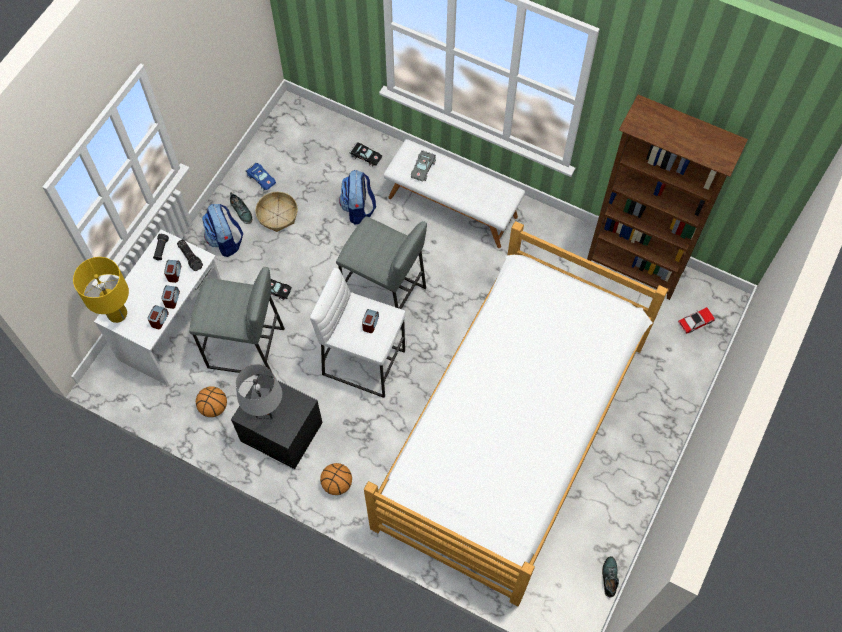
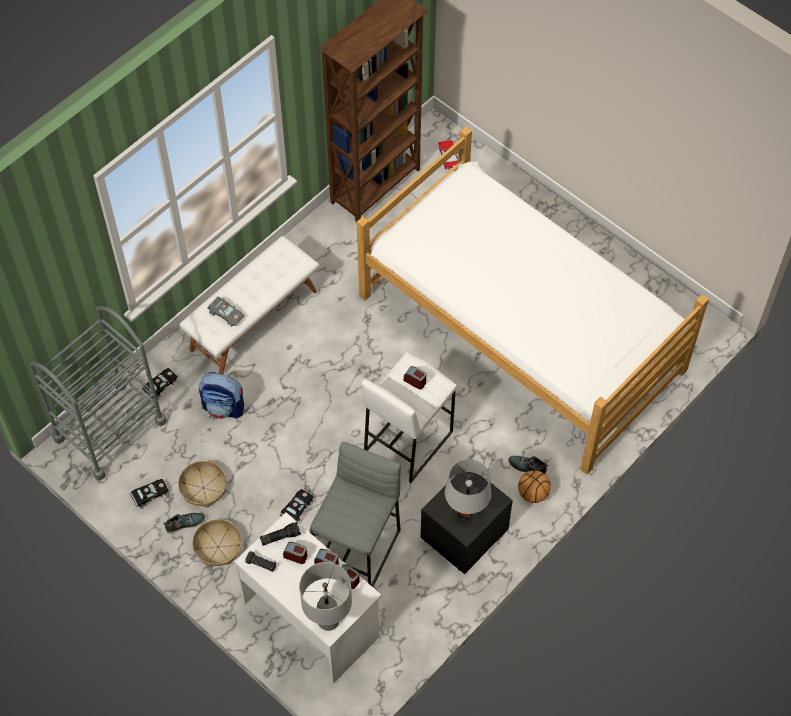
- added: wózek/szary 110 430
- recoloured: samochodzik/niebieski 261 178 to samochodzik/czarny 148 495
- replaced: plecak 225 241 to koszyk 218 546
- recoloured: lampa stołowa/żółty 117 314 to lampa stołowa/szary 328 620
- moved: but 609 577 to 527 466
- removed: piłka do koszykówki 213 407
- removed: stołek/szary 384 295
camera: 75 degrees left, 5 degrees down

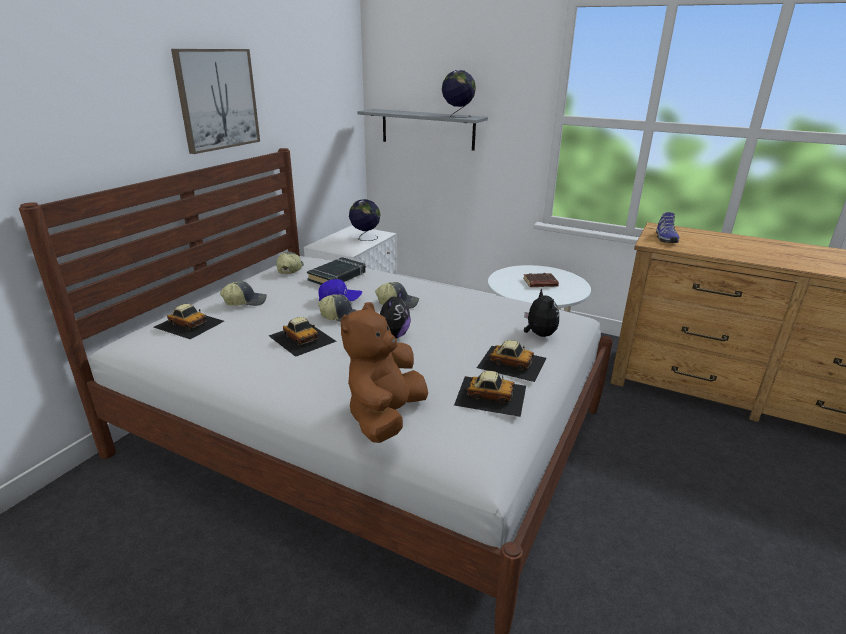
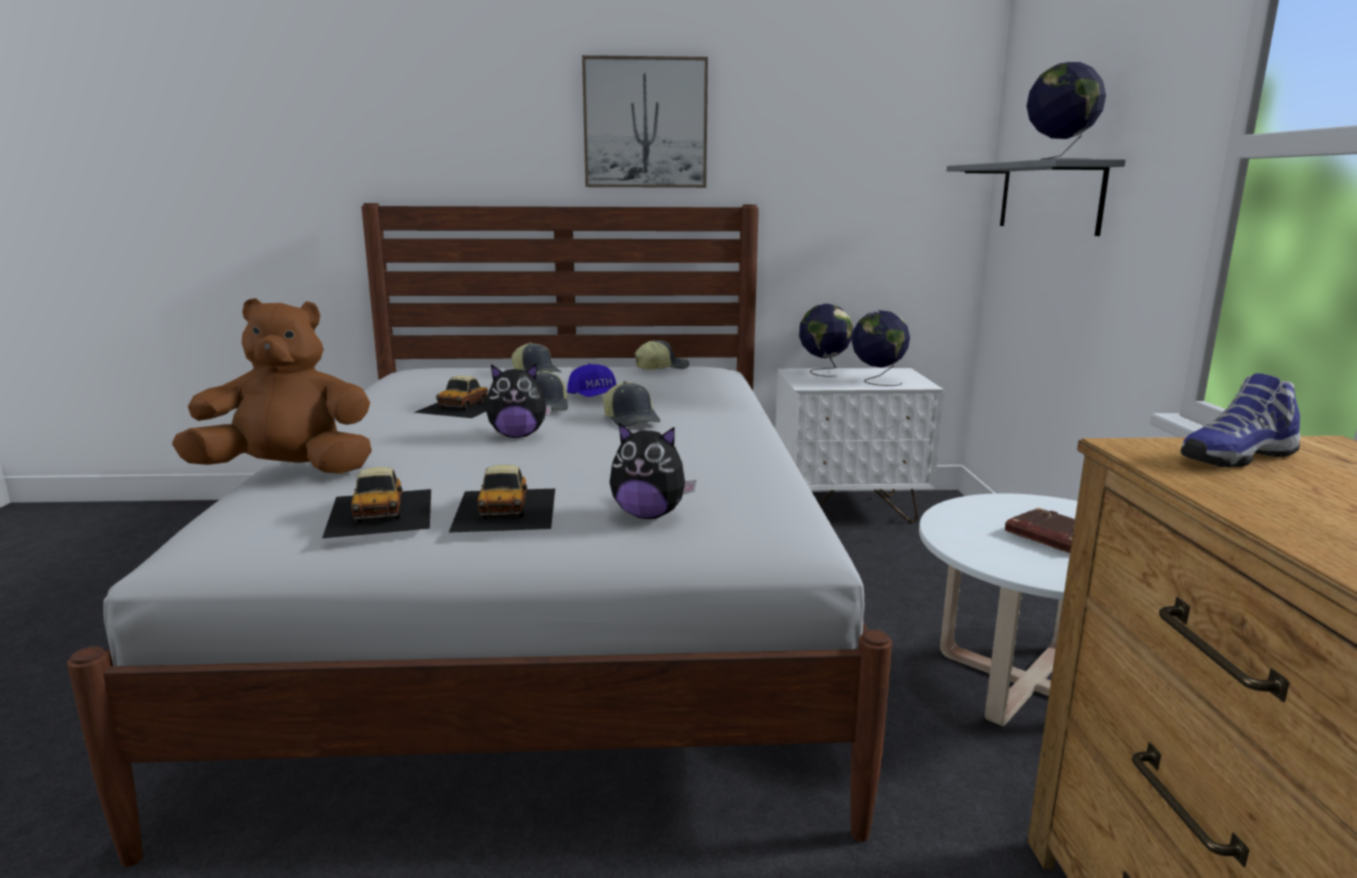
- turned: pluszak 539 335 = 649 515 60 degrees clockwise
- added: globus 823 371
- removed: samochodzik 189 323
- removed: książka/czarny 337 276
camera: 60 degrees right, 10 degrees down

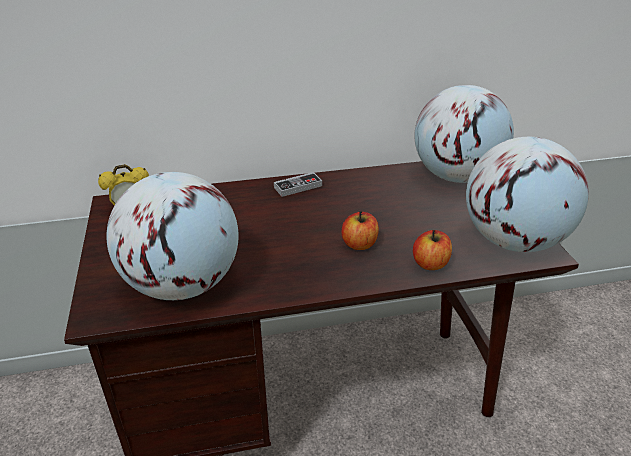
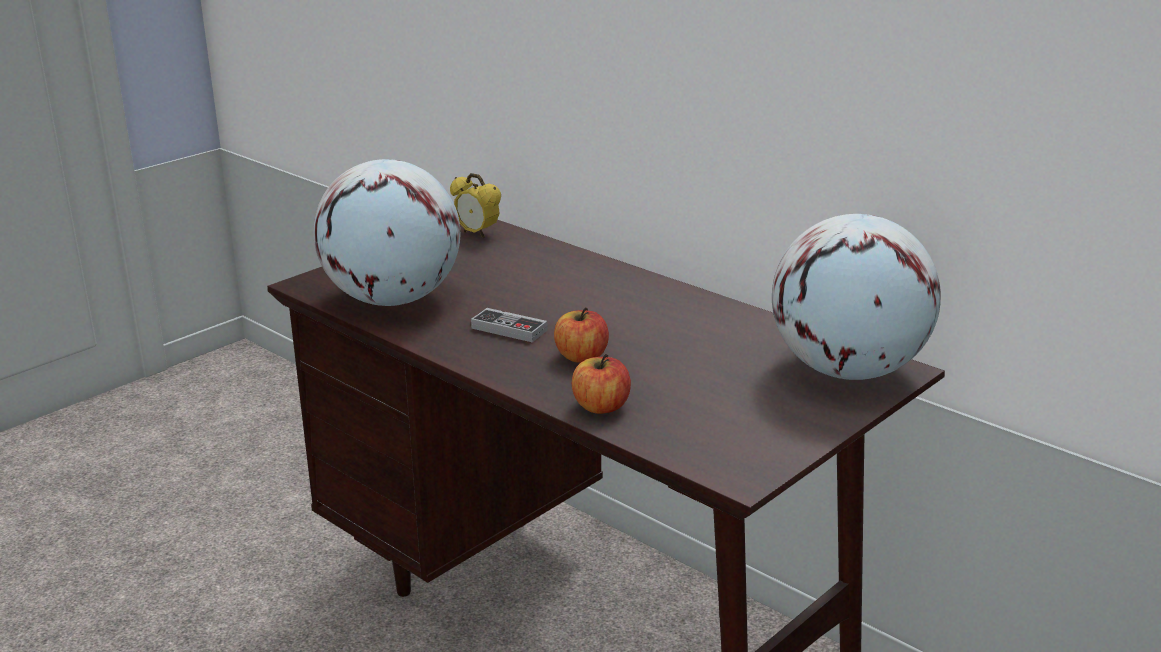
- moved: pad do gier 298 187 to 509 329
- removed: globus 513 240
camera: 55 degrees right, 10 degrees down

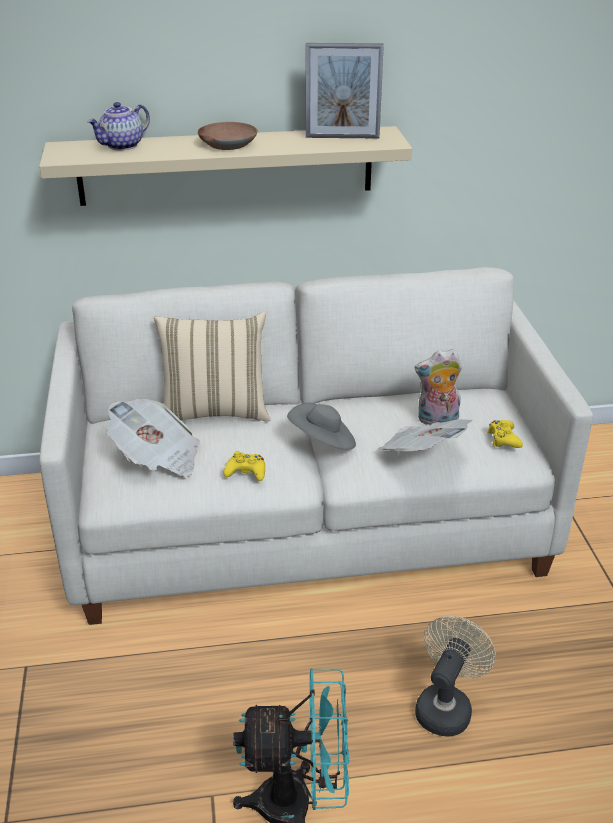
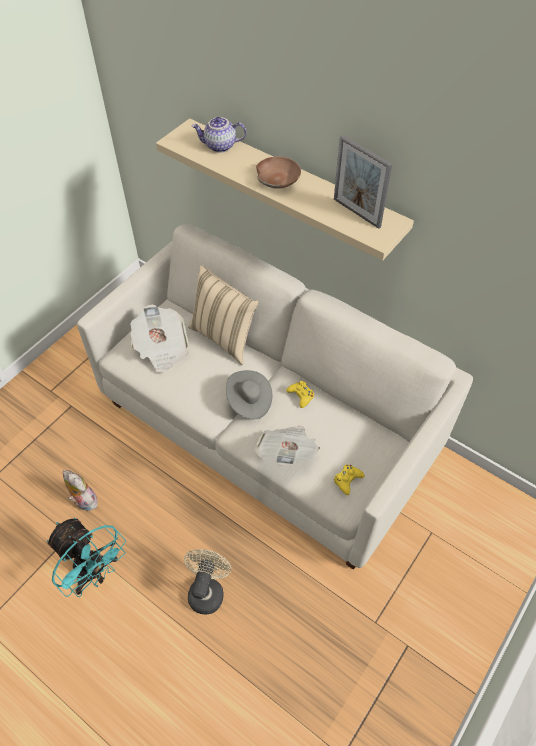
- moved: pluszak 437 420 to 83 501
- turned: wentylator/beżowy 446 706 = 207 590 60 degrees counterclockwise
- moved: pad do gier/żółty 246 472 to 301 395
camera: 45 degrees right, 20 degrees up

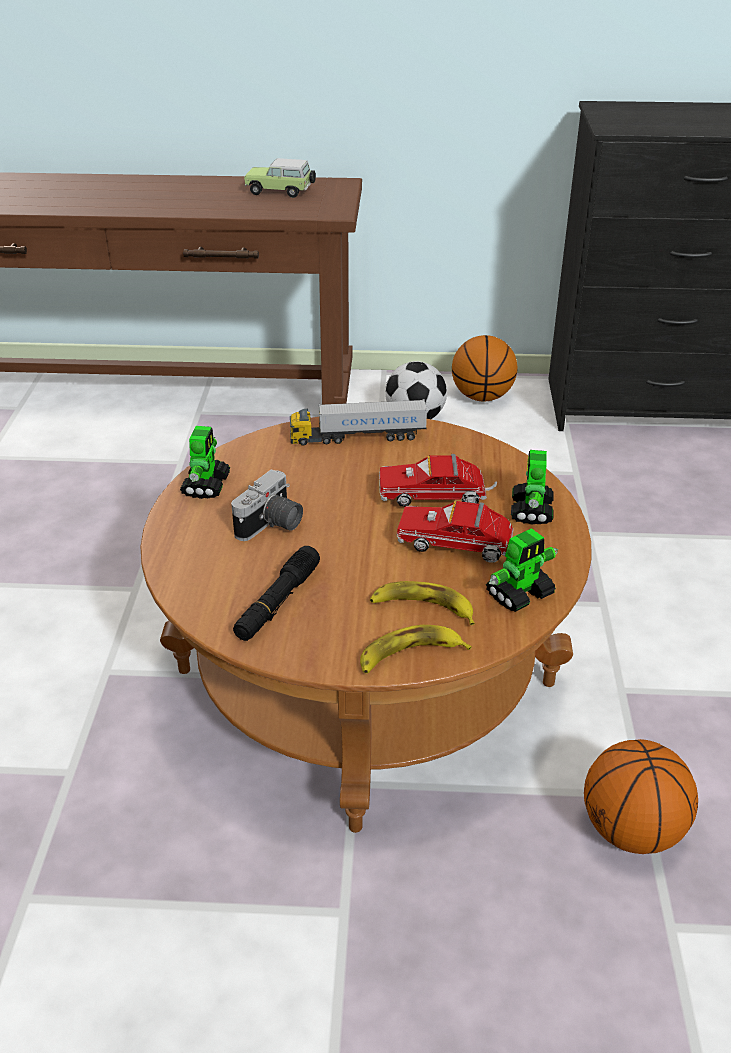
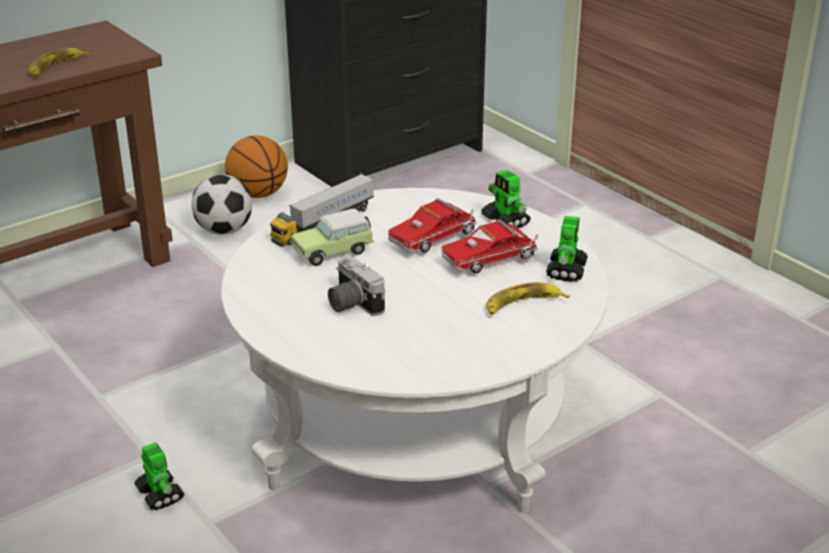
- moved: banan 409 655 to 55 67
- moved: robot zabawkowy 206 485 to 159 494
- recoloured: ława/brązowy 366 678 to ława/biały 415 420
- moved: samochodzik 281 192 to 335 251
- turned: aparat fotograficzny 271 526 = 351 304 150 degrees clockwise
- removed: latarka/czarny 277 602
- removed: piłka do koszykówki 631 831
camera: 40 degrees left, 5 degrees down

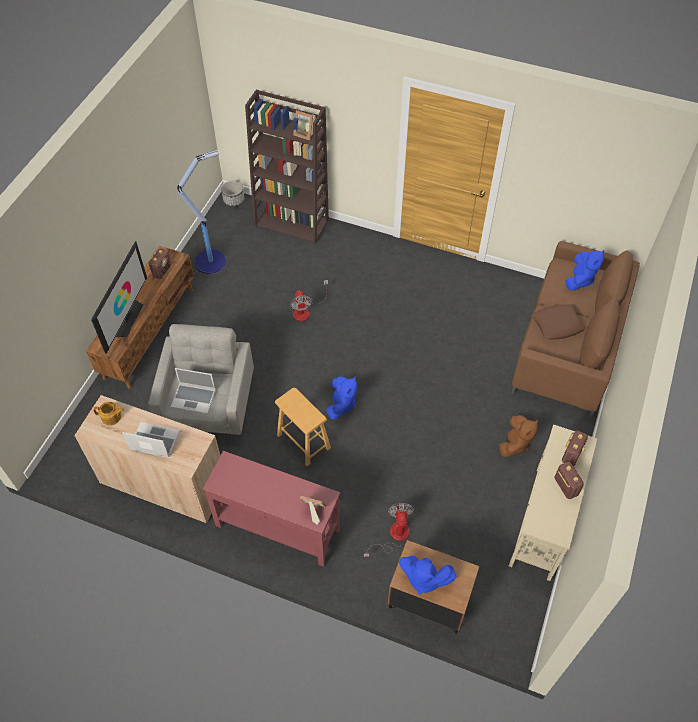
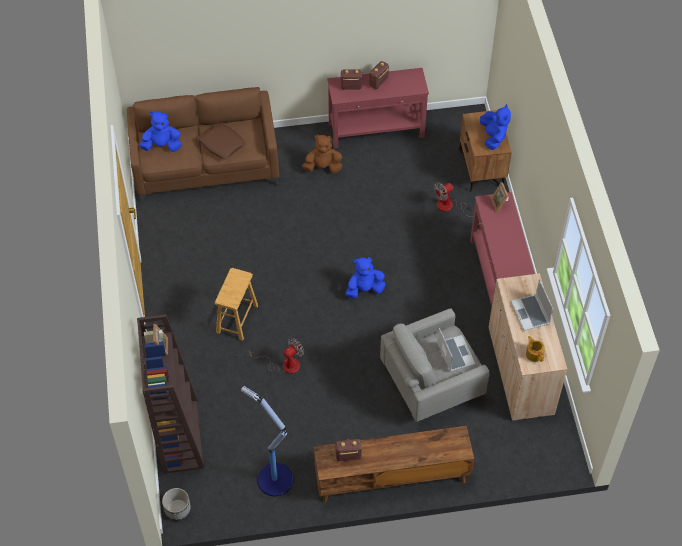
- moved: stołek/brązowy 303 441 to 237 319
- recoloured: stolik konsolowy/beżowy 543 521 to stolik konsolowy/czerwony 376 130
- removed: telewizor 126 318
camera: 120 degrees left, 0 degrees up

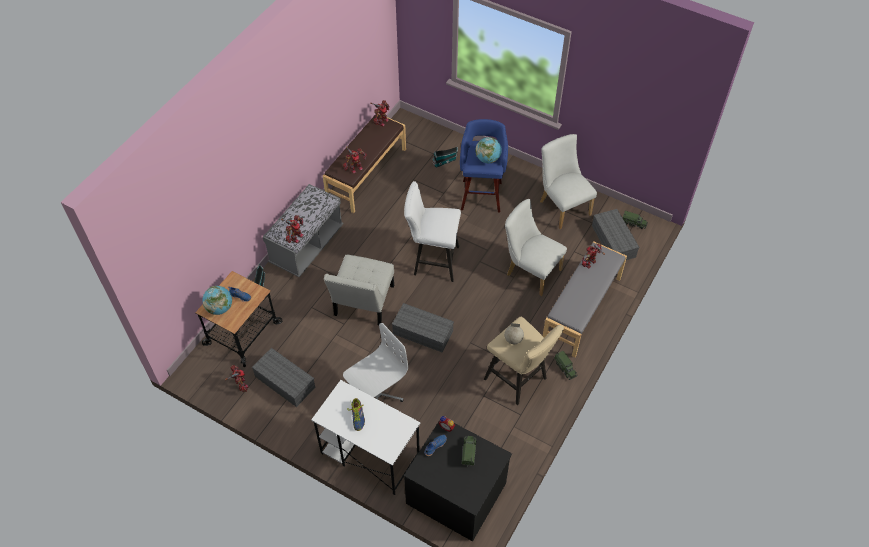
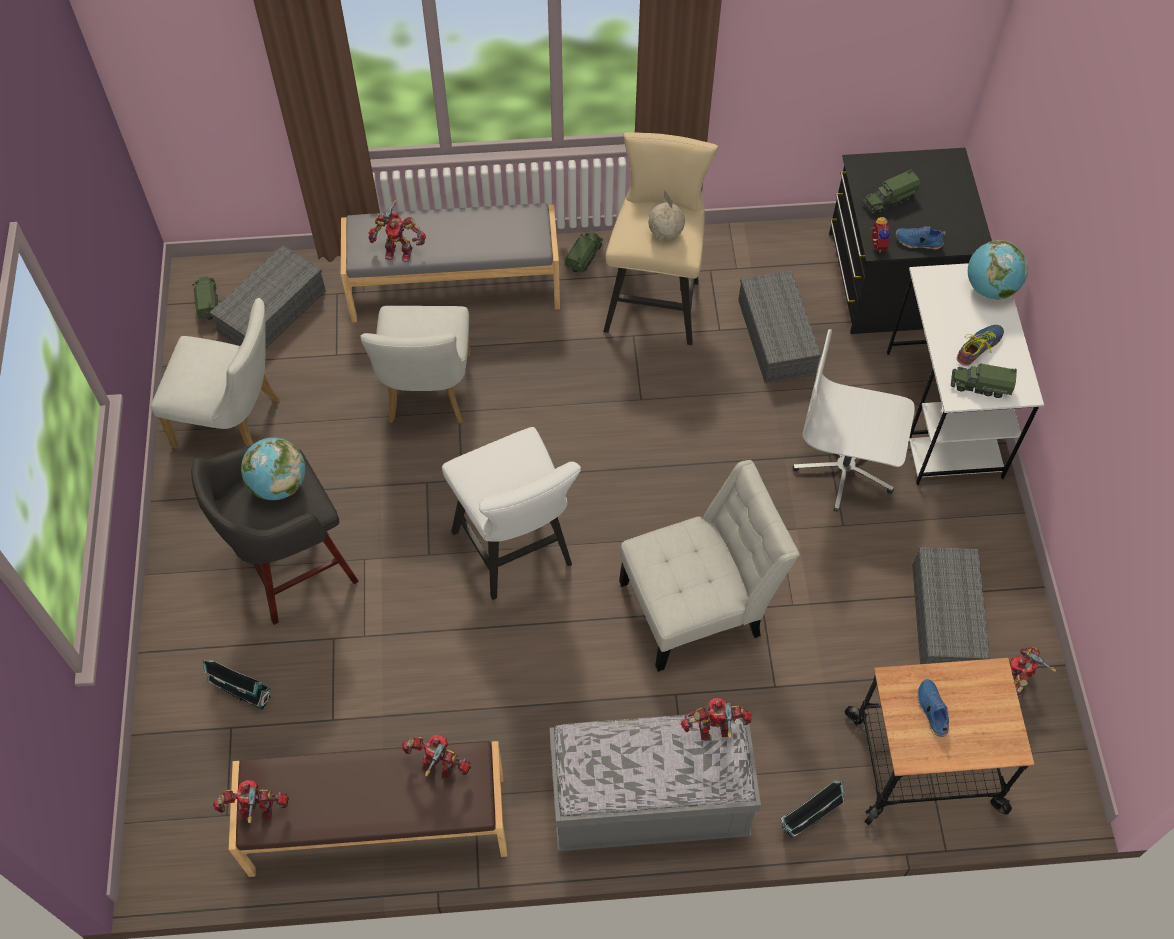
- turned: krzesło/biały 562 206 = 235 423 105 degrees counterclockwise
- recoloured: stołek/niebieski 481 194 to stołek/szary 292 569
- moved: pojemnik do przechowywania/szary 422 332 to 777 338
- added: ciężarówka zabawkowa 980 386
- moved: globus 220 308 to 990 288
camera: 125 degrees left, 5 degrees up

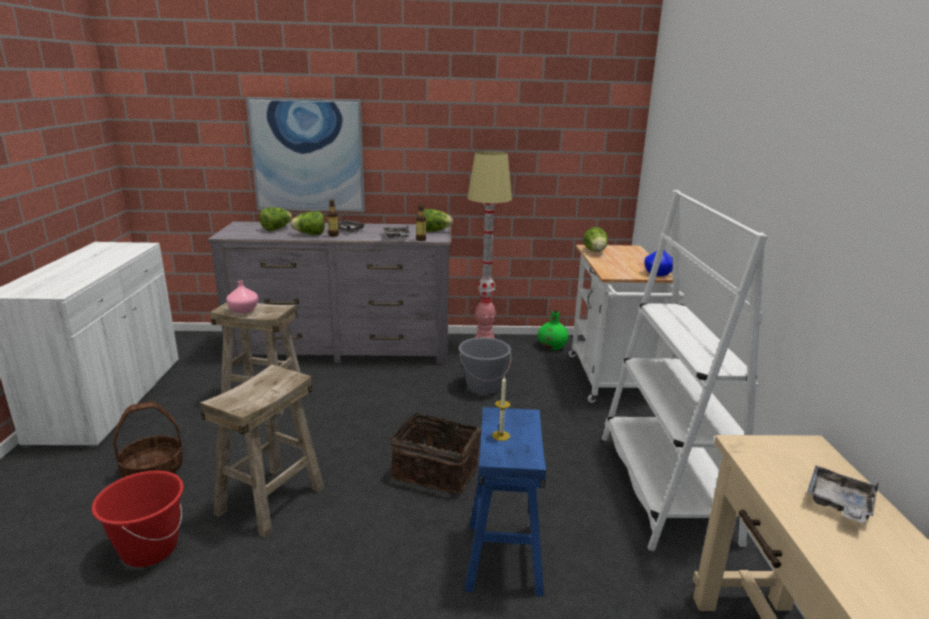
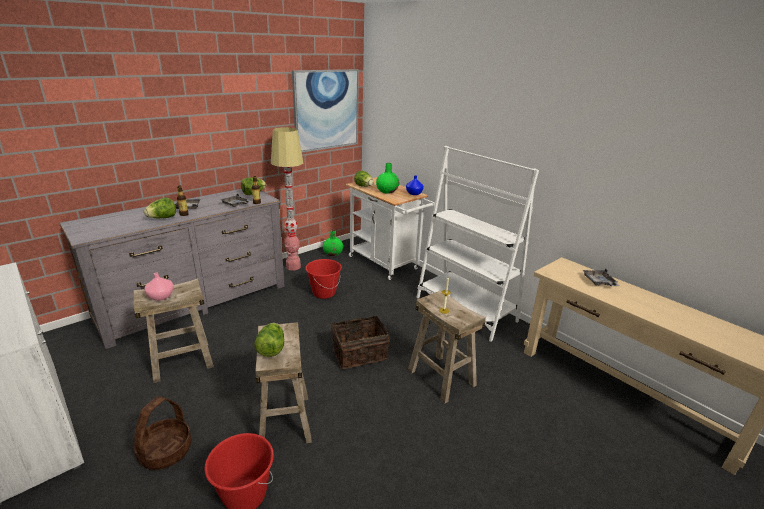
- moved: sałata 276 229 to 271 349
- moved: obraz 308 156 to 326 110
- recoloured: wiadro/szary 483 386 to wiadro/czerwony 324 293
- added: wazon/zielony 387 191
- recoloured: stołek/niebieski 505 556 to stołek/beżowy 442 377
camera: 40 degrees left, 5 degrees up

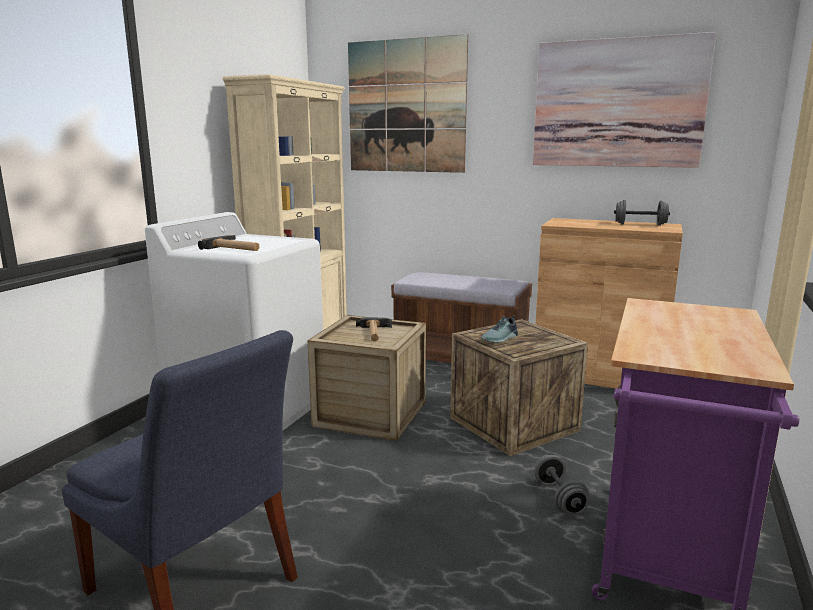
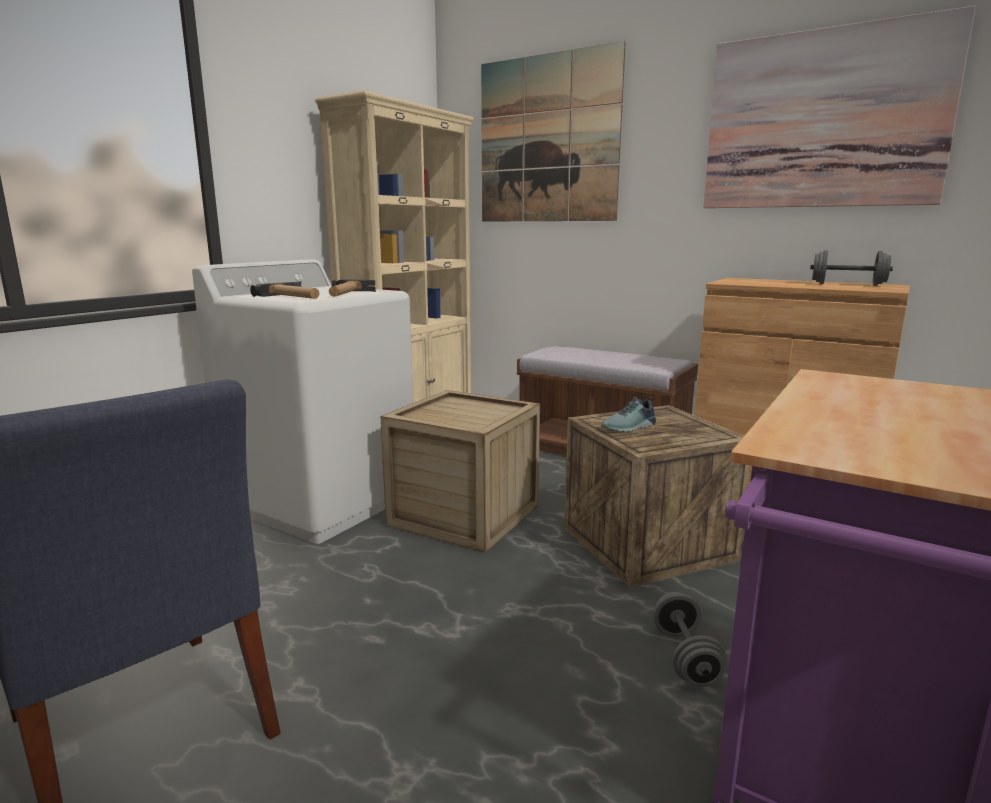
- moved: młotek 374 333 to 346 293
camera: 10 degrees right, 0 degrees up

